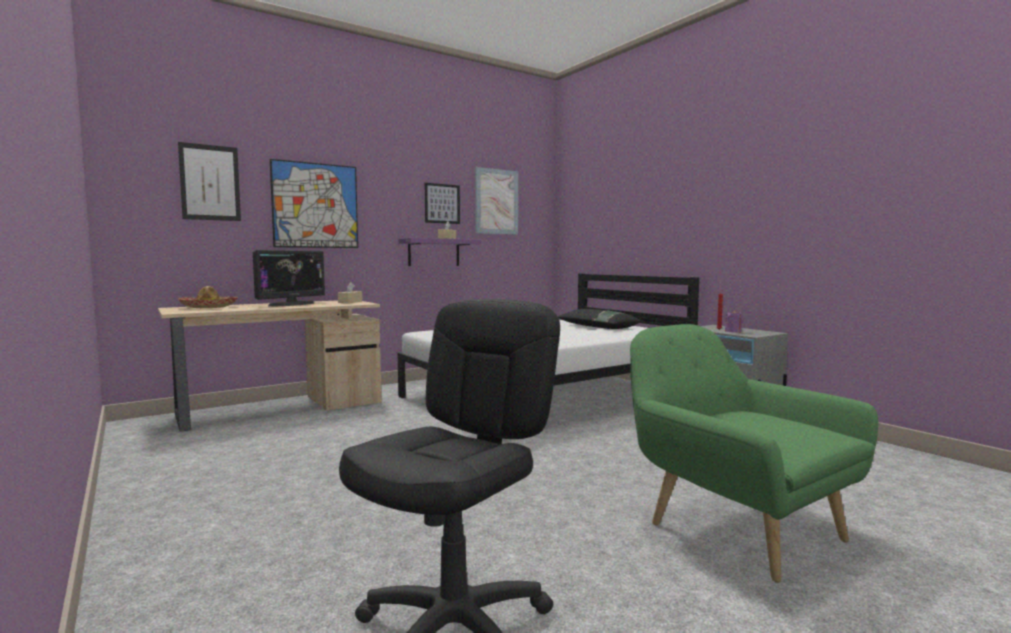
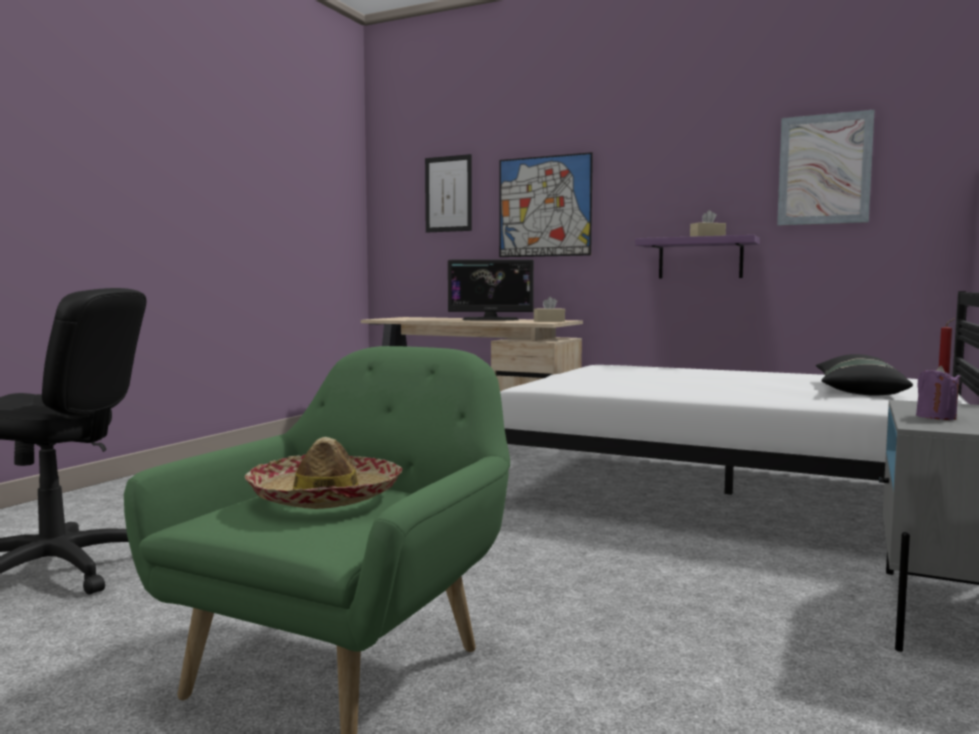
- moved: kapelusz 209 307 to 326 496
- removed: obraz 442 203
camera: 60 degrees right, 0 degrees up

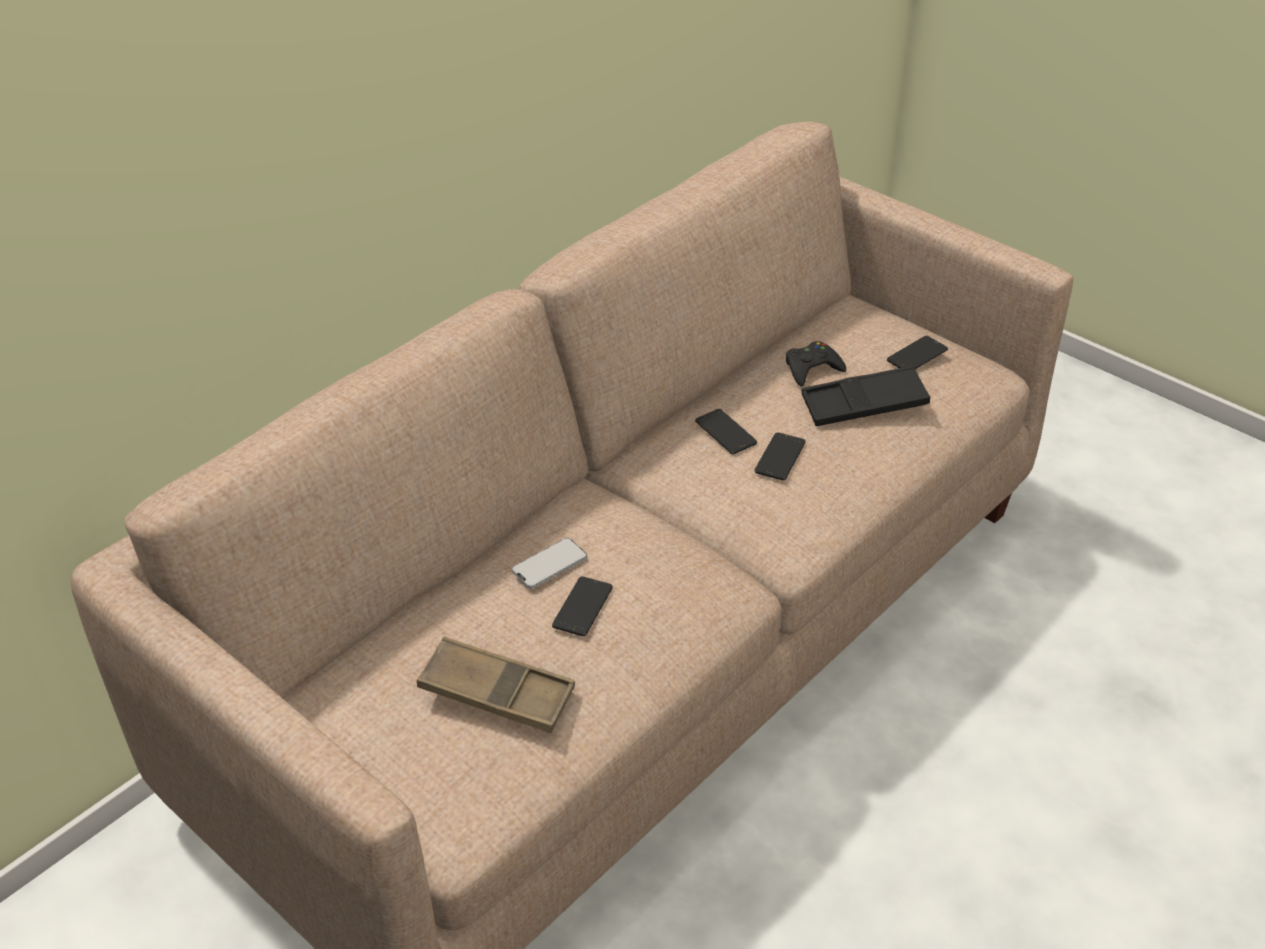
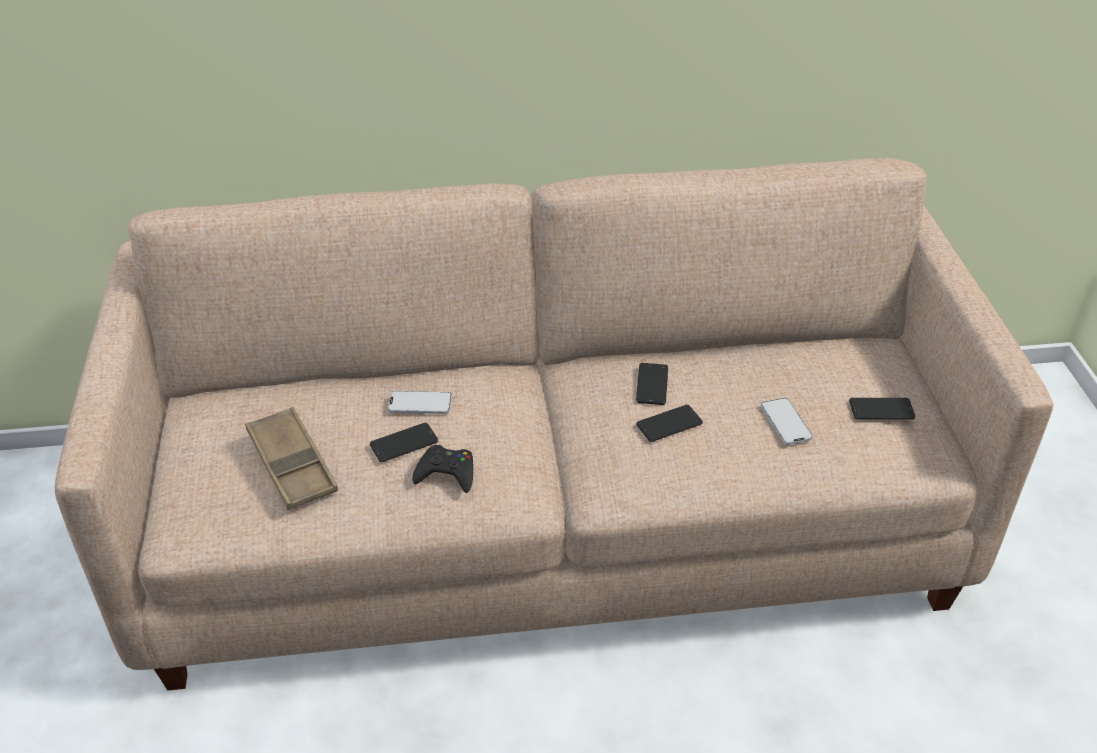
- moved: pad do gier/czarny 812 368 to 446 473
- replaced: taca/czarny 864 404 to telefon 785 422
camera: 40 degrees right, 0 degrees up

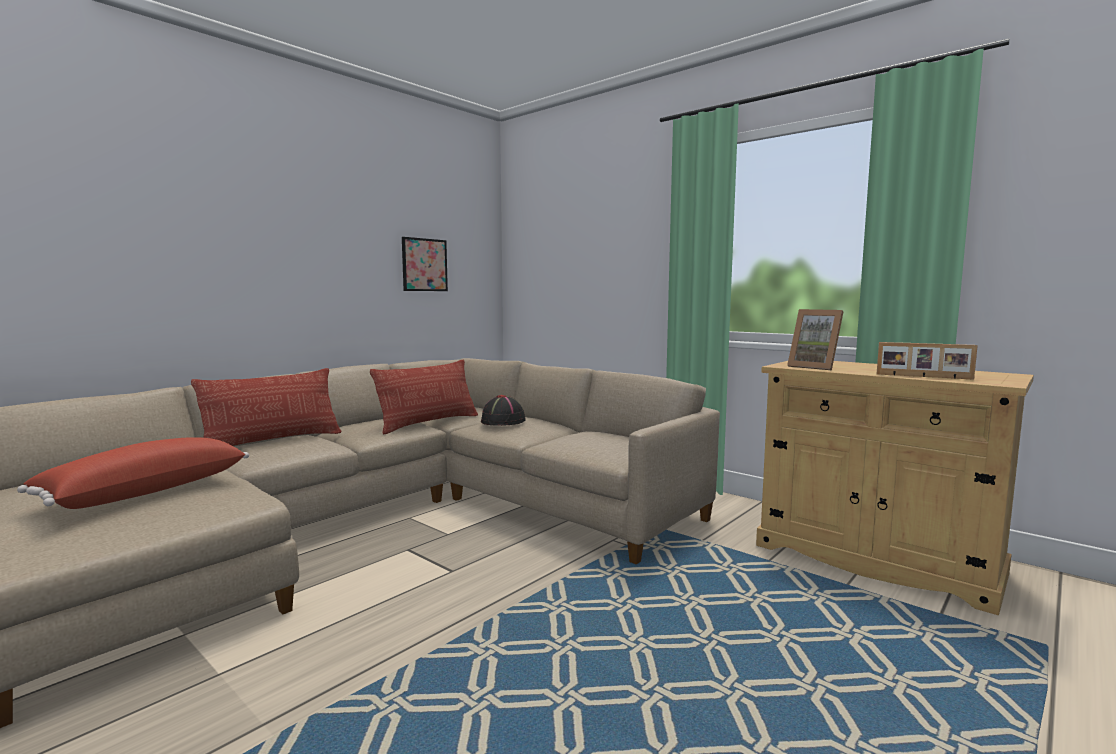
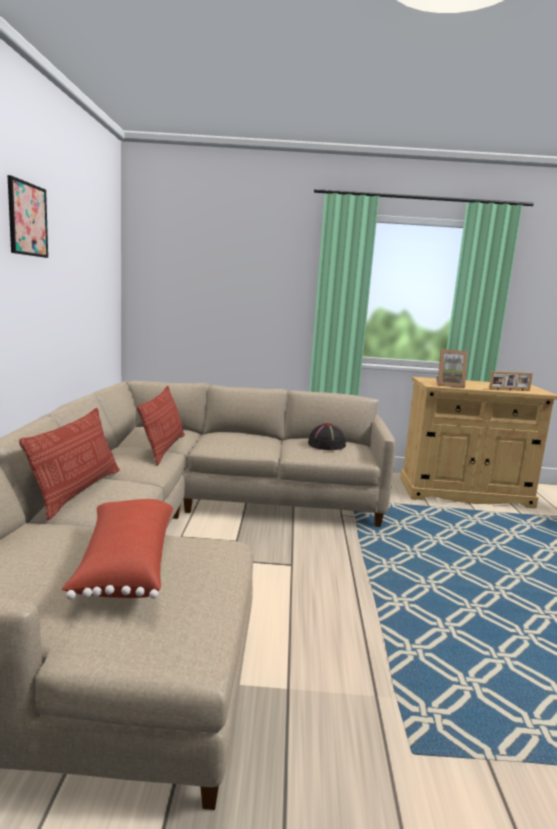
- moved: obraz 424 265 to 27 219
- moved: kapelusz/czarny 503 421 to 327 445
camera: 40 degrees left, 5 degrees up

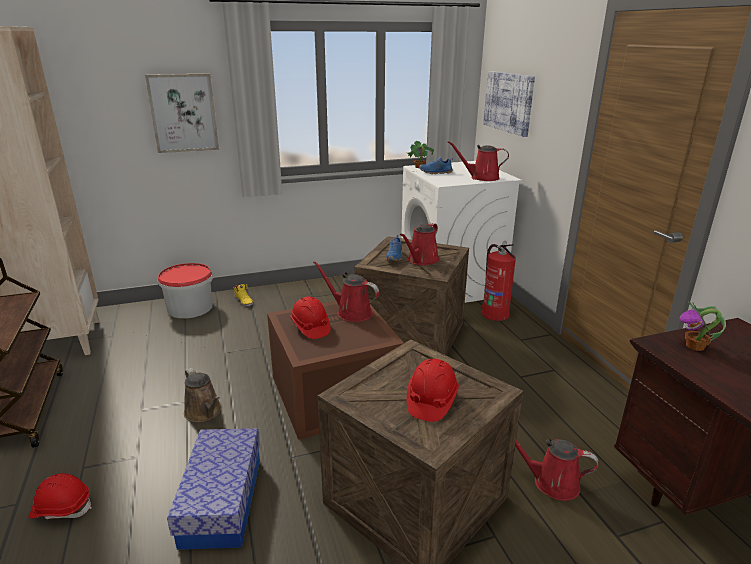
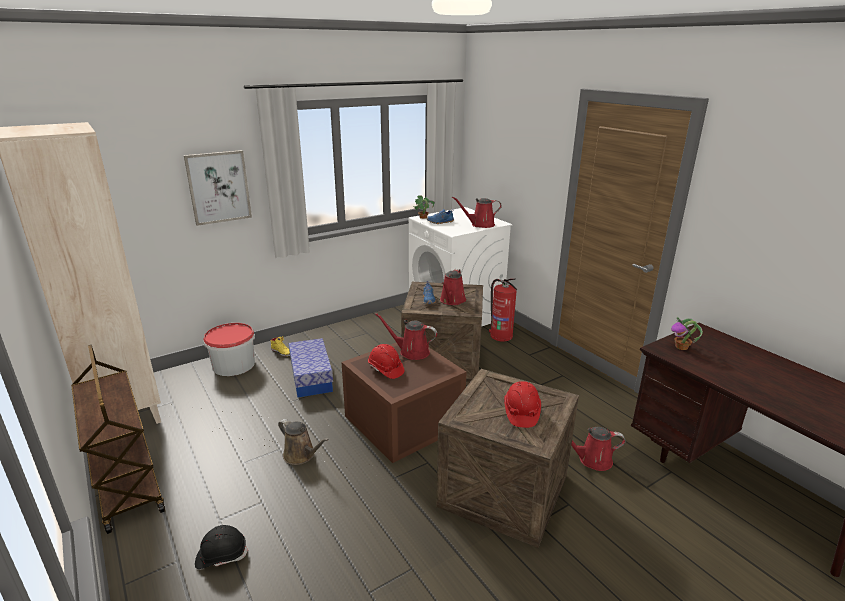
- recoloured: kask/czerwony 62 508 to kask/czarny 221 555
- moved: pojemnik do przechowywania 222 501 to 311 377
- removed: obraz 508 102
camera: 15 degrees left, 0 degrees up

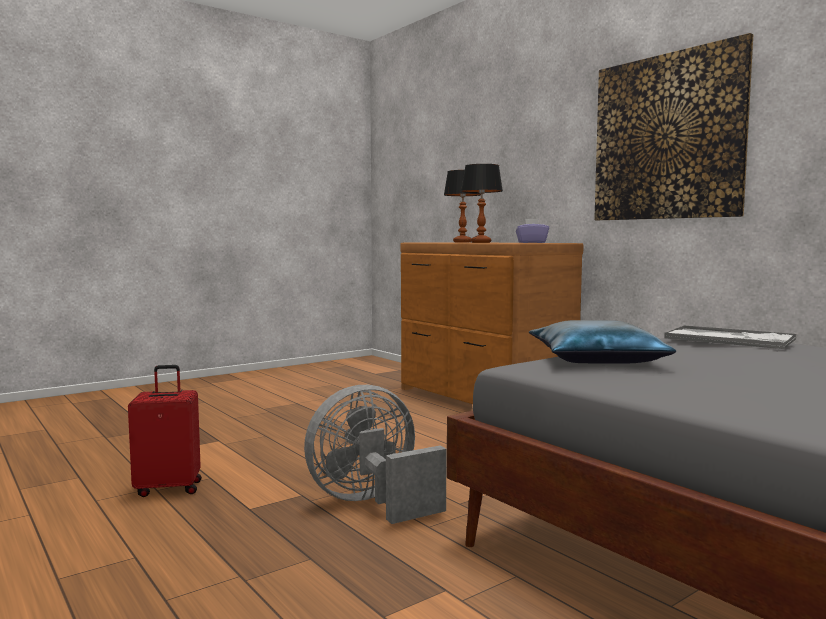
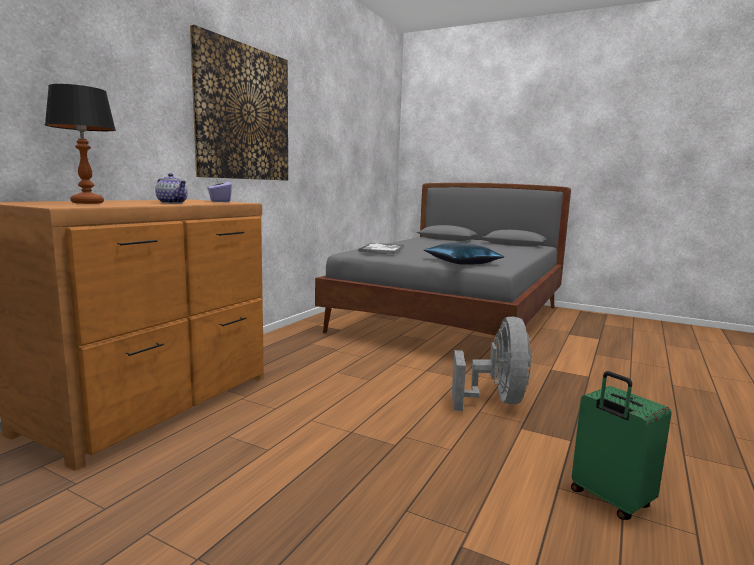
- replaced: lampa stołowa 481 242 to imbryk 173 203
- turned: wentylator/szary 372 503 = 496 401 120 degrees counterclockwise
- recoloured: walizka/czerwony 169 488 to walizka/zielony 609 500
camera: 115 degrees left, 5 degrees up

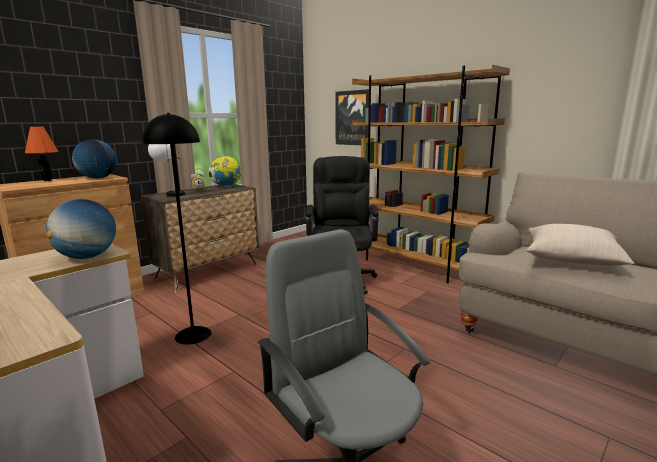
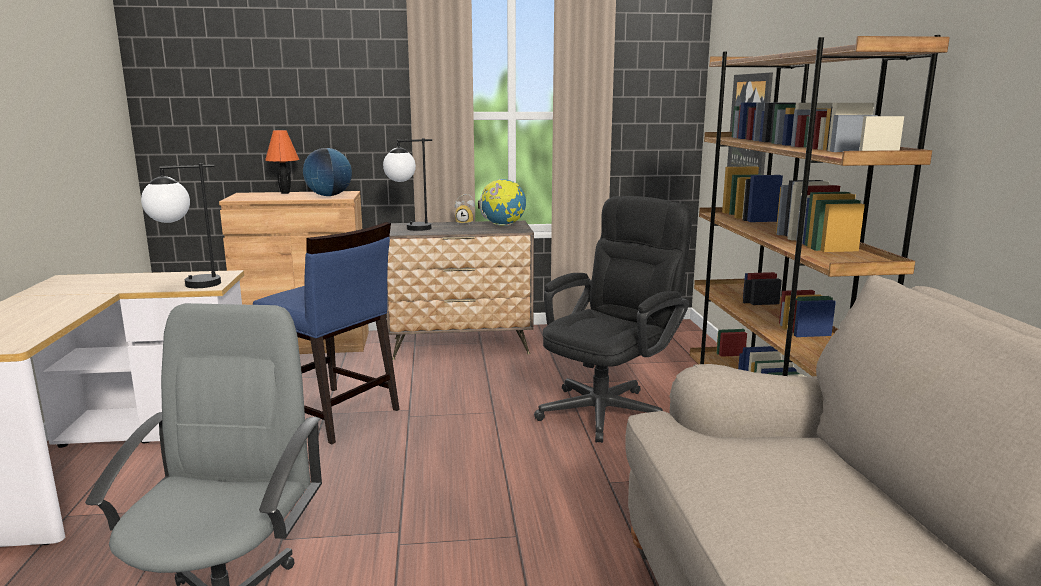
- replaced: globus 87 257 to lampa stołowa 188 285
- replaced: lampa stojąca/czarny 193 335 to krzesło/niebieski 333 415
- removed: poduszka/beżowy 571 259
camera: 40 degrees right, 0 degrees up

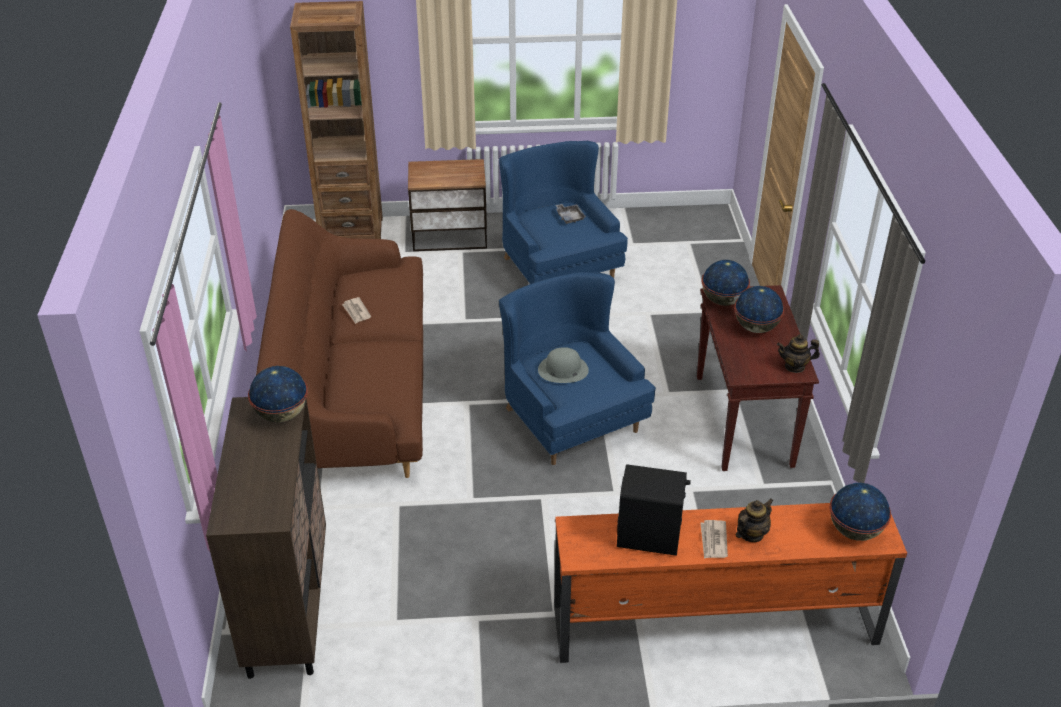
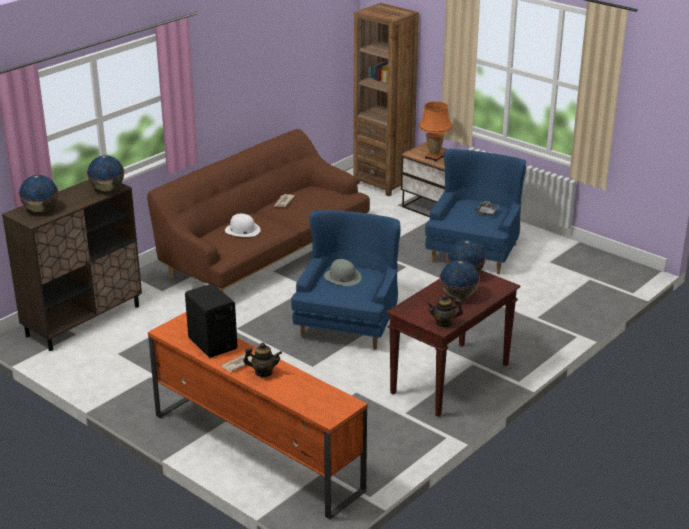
- moved: globus 855 531 to 41 210
- added: kapelusz/biały 242 230
- added: lampa stołowa/pomarańczowy 434 157
- turned: imbryk 795 366 = 443 323 45 degrees counterclockwise
camera: 45 degrees right, 10 degrees down

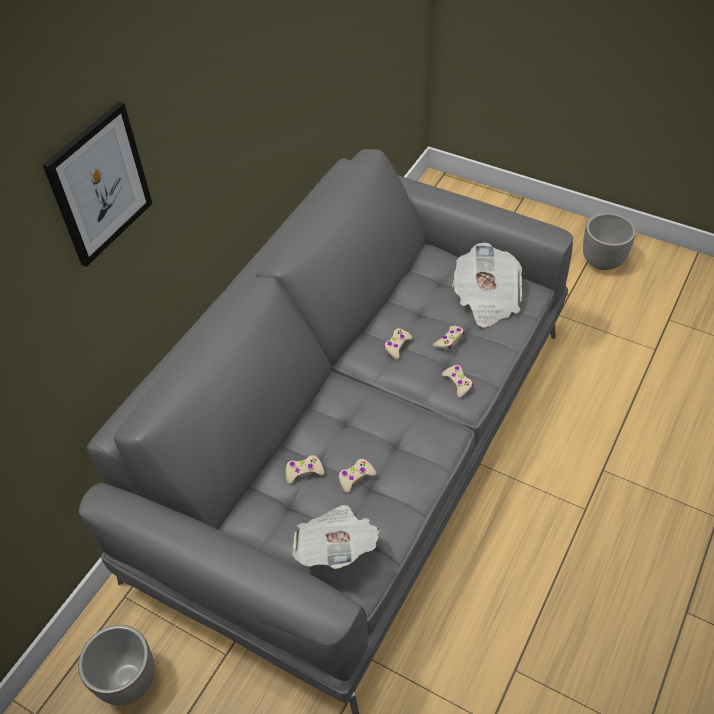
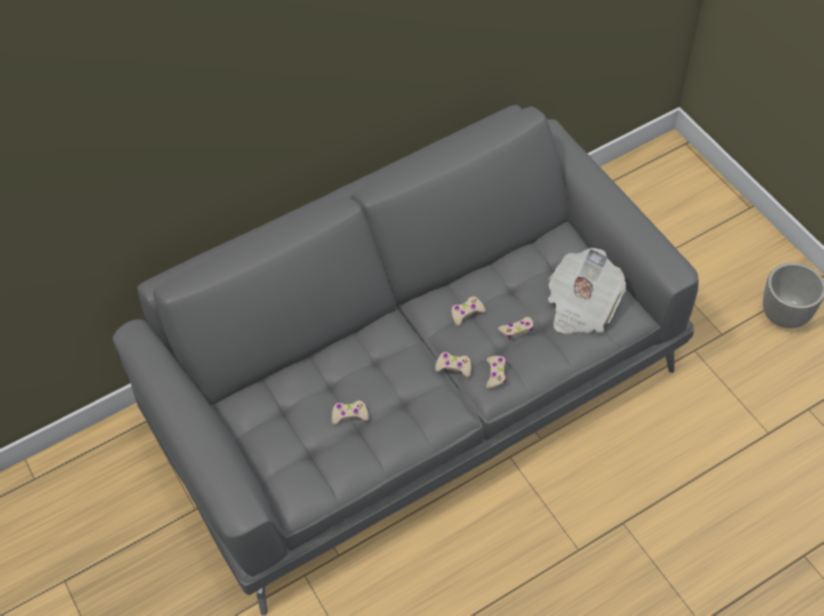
- moved: pad do gier/beżowy 304 471 to 454 366
- removed: obraz 99 185
- removed: donica 127 680
- removed: gazeta 336 547
camera: 30 degrees right, 5 degrees up

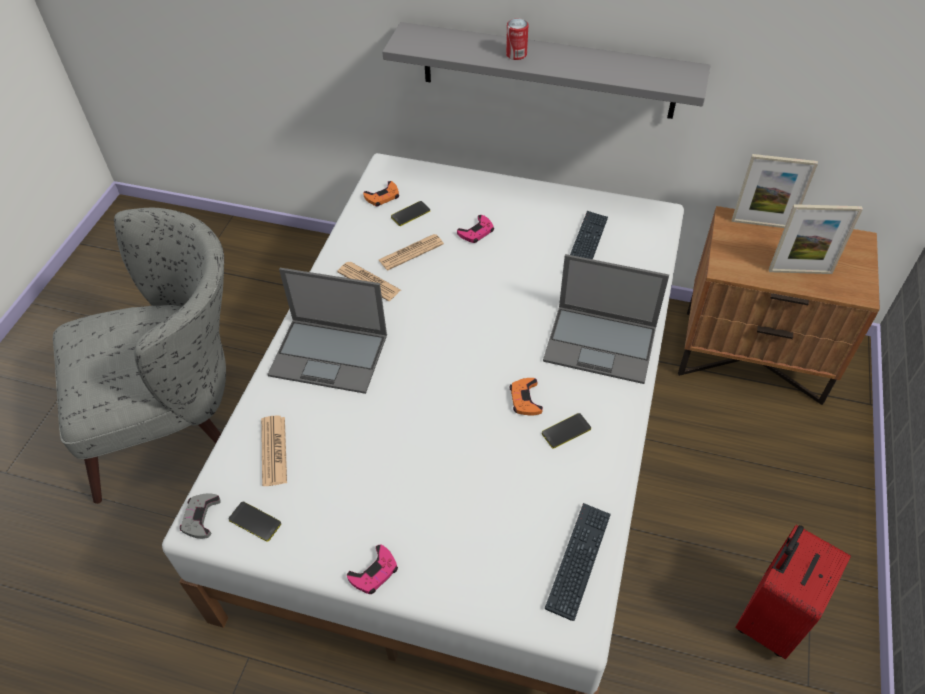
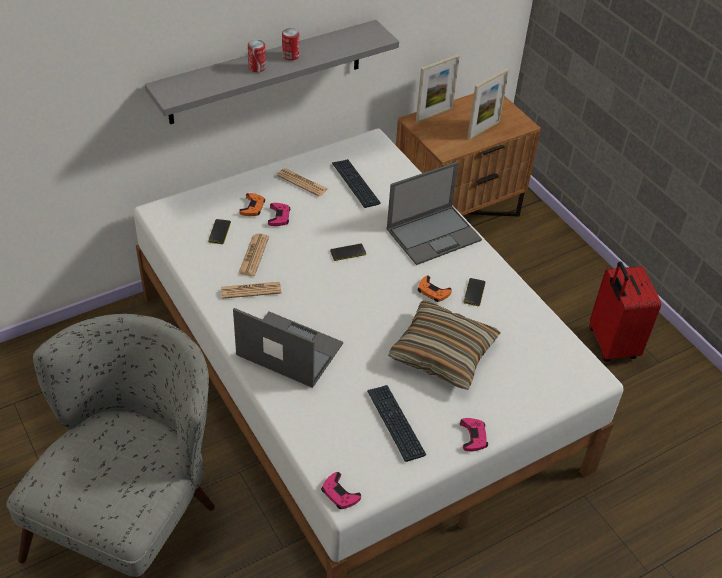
- turned: laptop 330 355 = 288 349 120 degrees counterclockwise
- moved: pad do gier/pomarańczowy 382 197 to 252 207
- moved: gazeta 274 451 to 302 182
- added: puszka 290 56
- recoloured: pad do gier/szary 200 517 to pad do gier/różowy 340 493
- moved: telefon 255 521 to 348 252
- moved: klawiatura 578 560 to 395 423
- added: poduszka 442 353
camera: 50 degrees left, 5 degrees down

